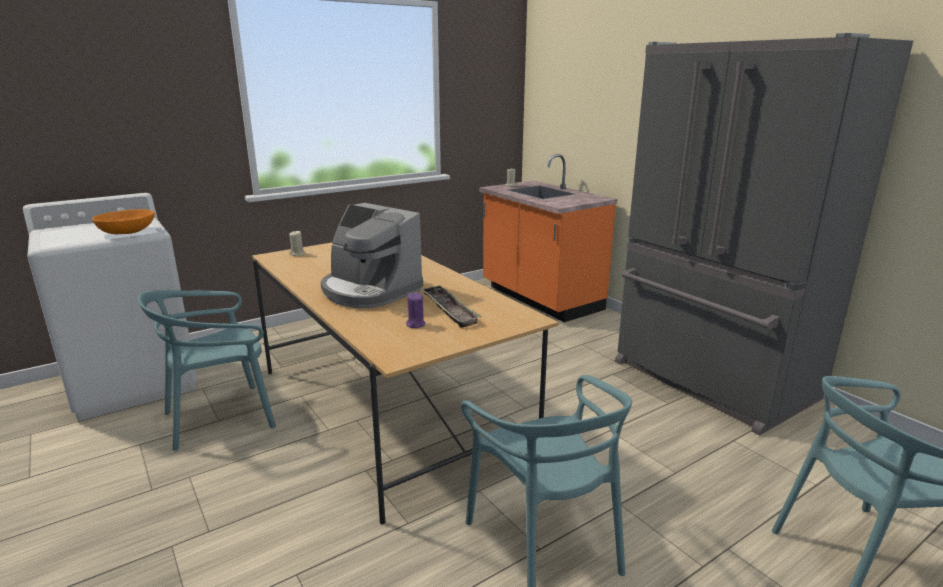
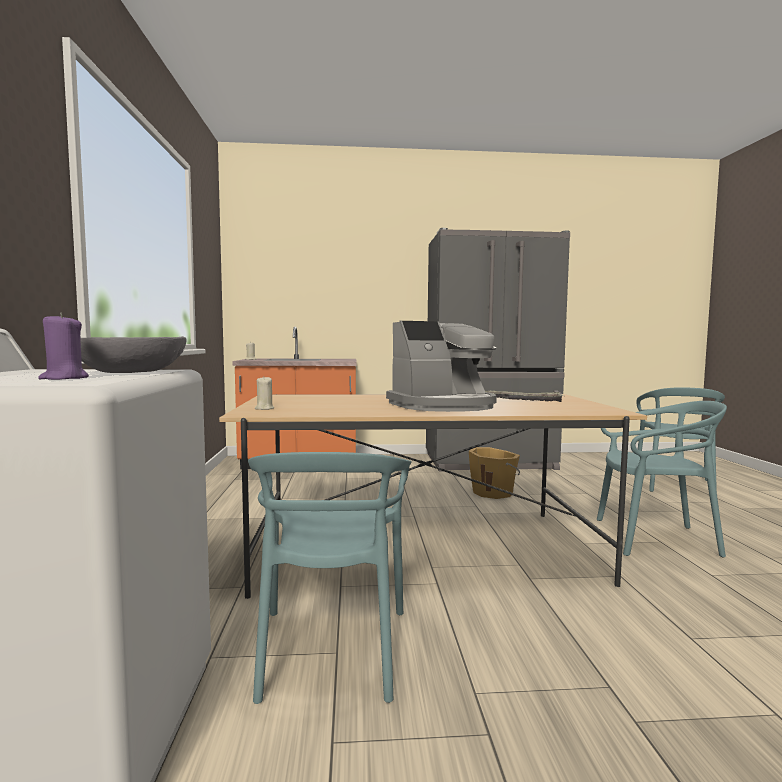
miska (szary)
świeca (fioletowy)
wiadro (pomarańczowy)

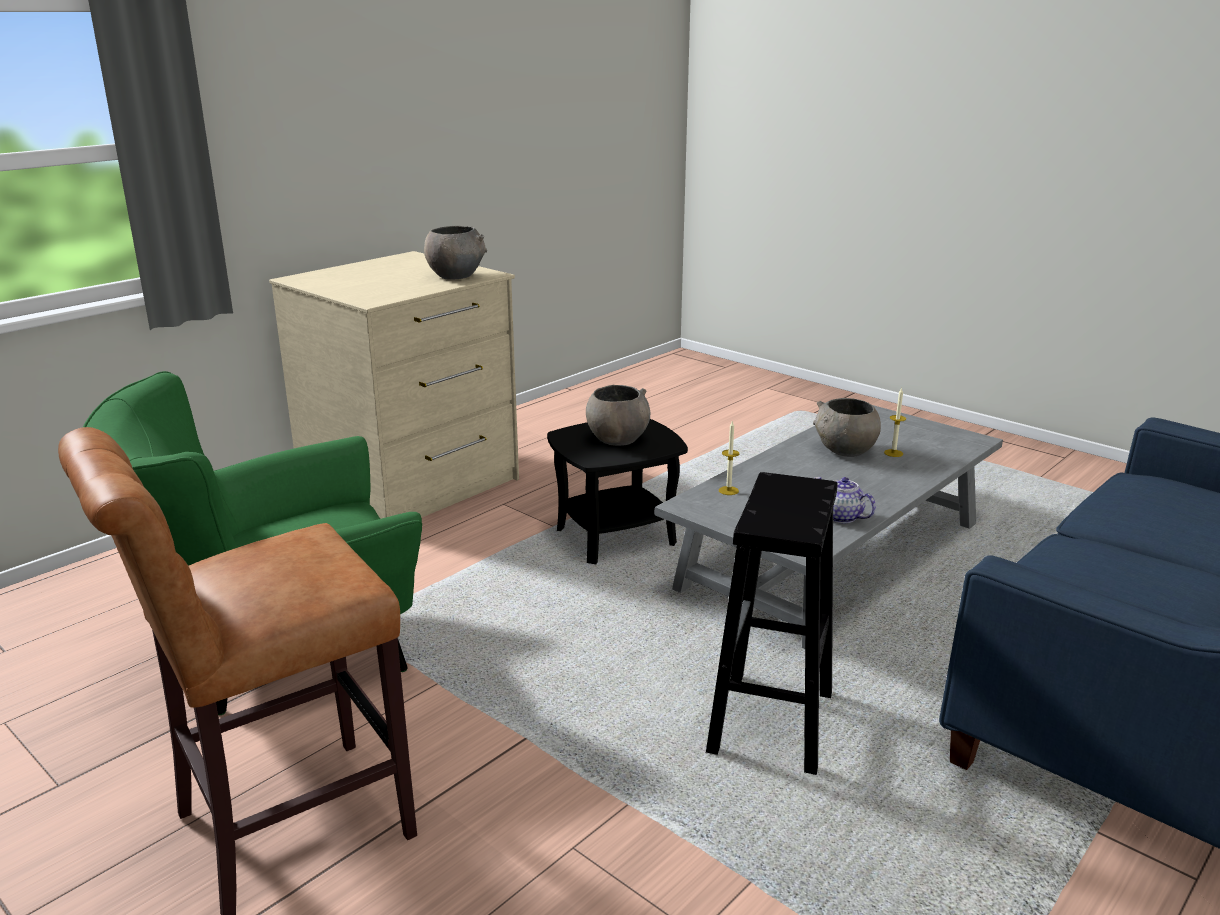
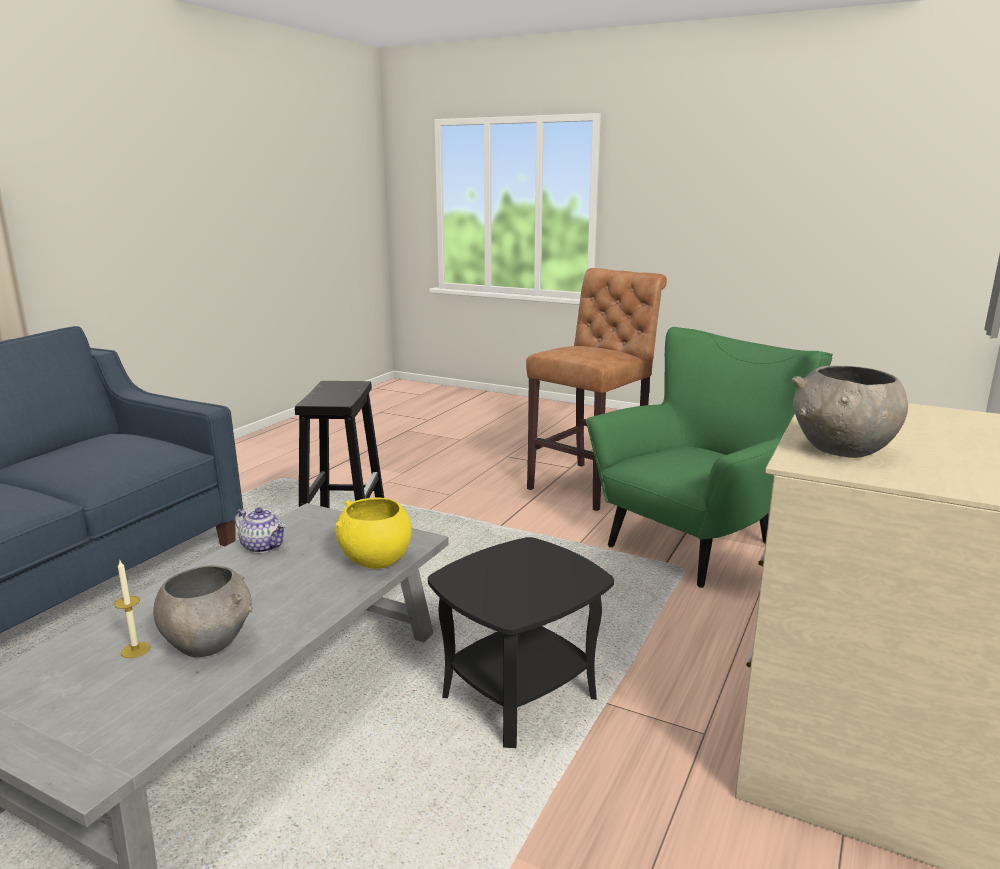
miska (szary) (no. 2 from left in the first image)
miska (żółty)

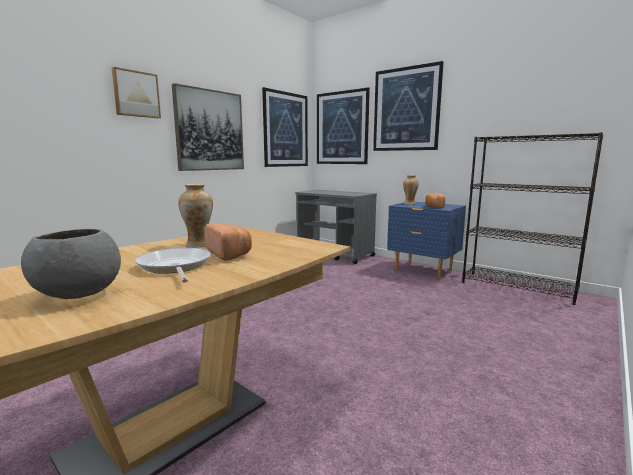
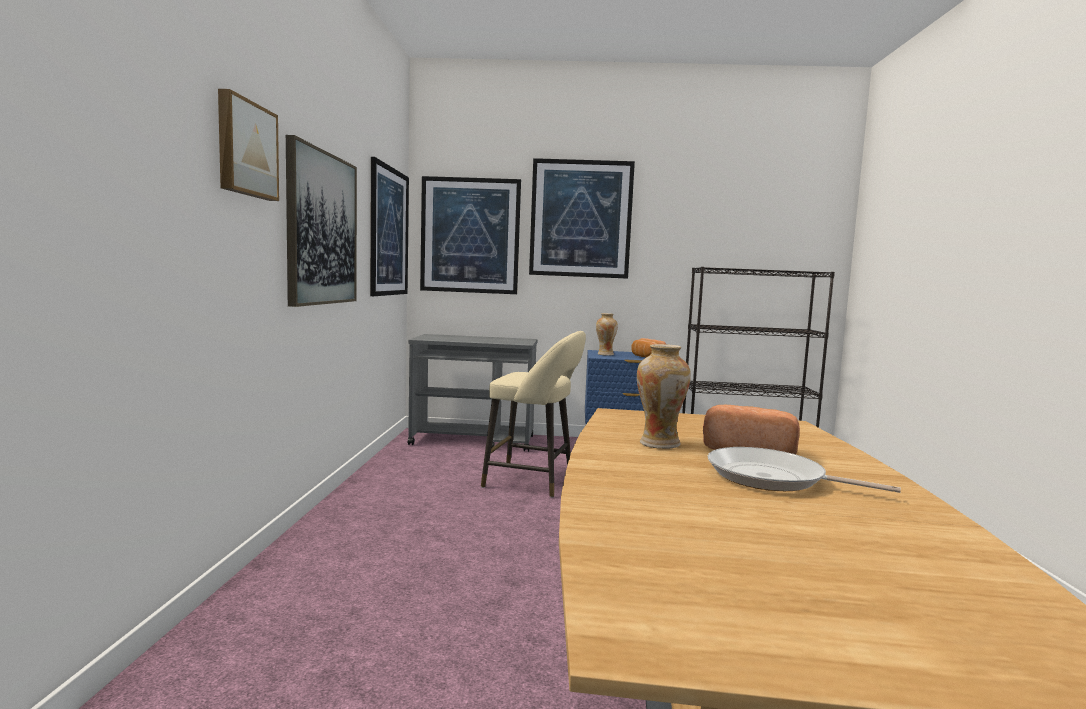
miska (szary)
stołek (beżowy)

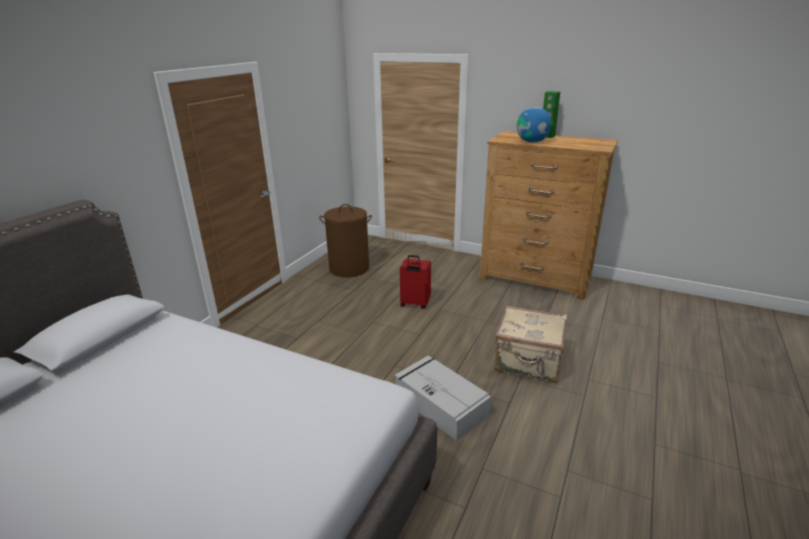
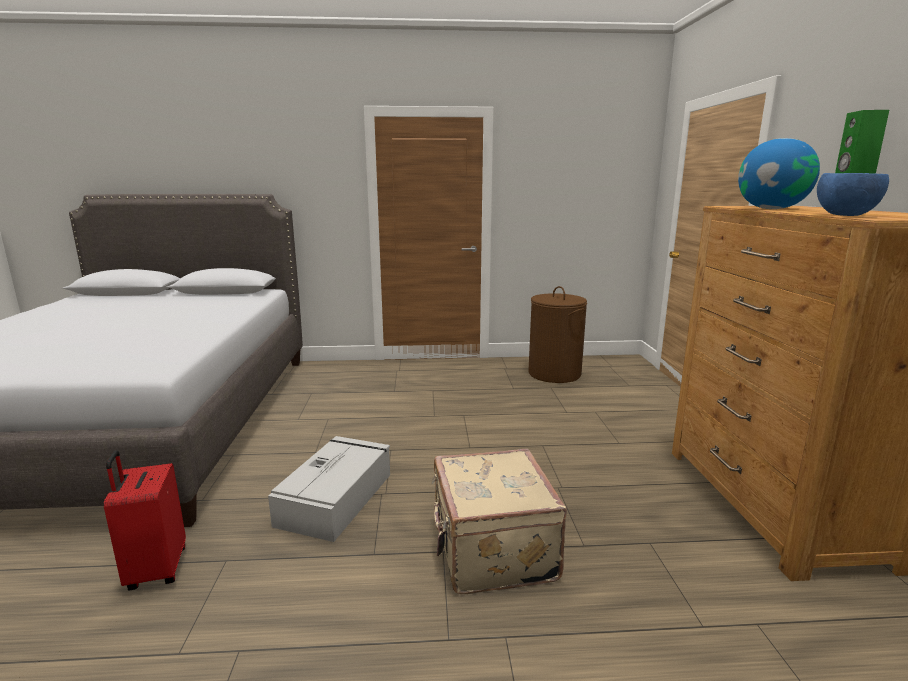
walizka (czerwony)
miska (niebieski)

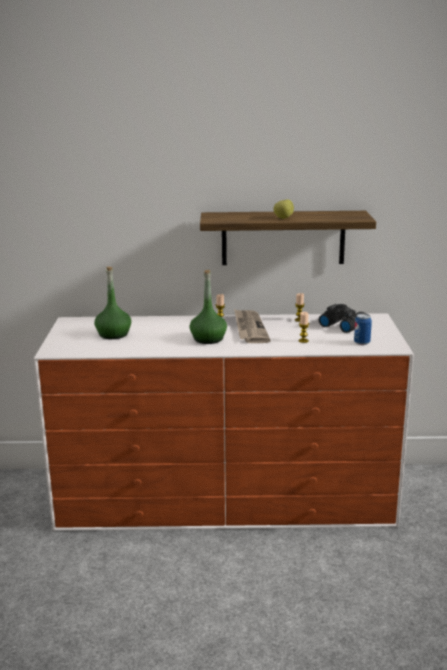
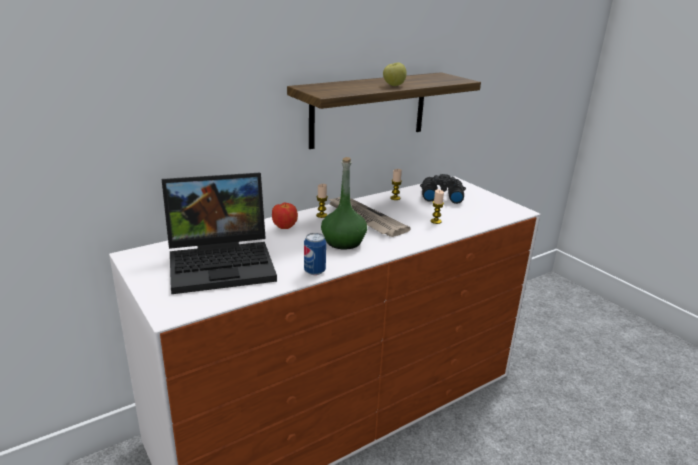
laptop
puszka
jabłko (no. 1 from left)

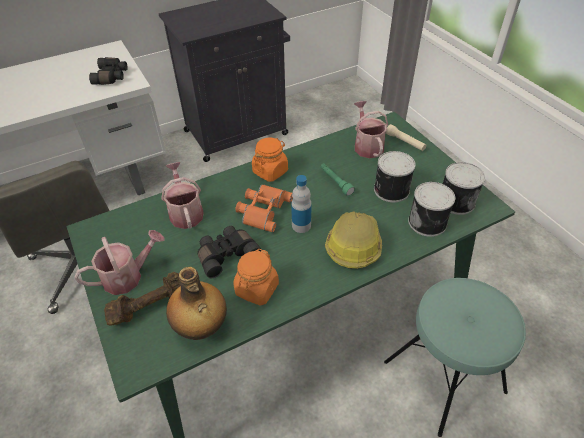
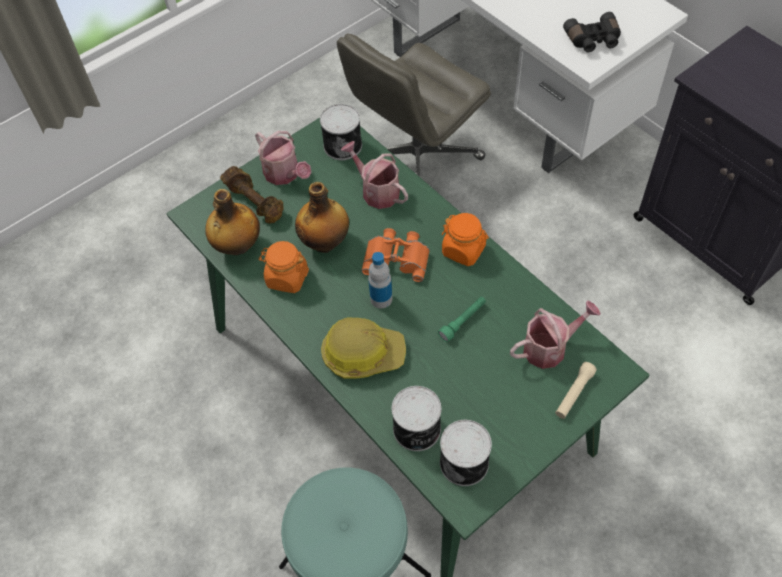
konewka (no. 2 from left)
butelka (no. 2 from left)
puszka (no. 1 from left)

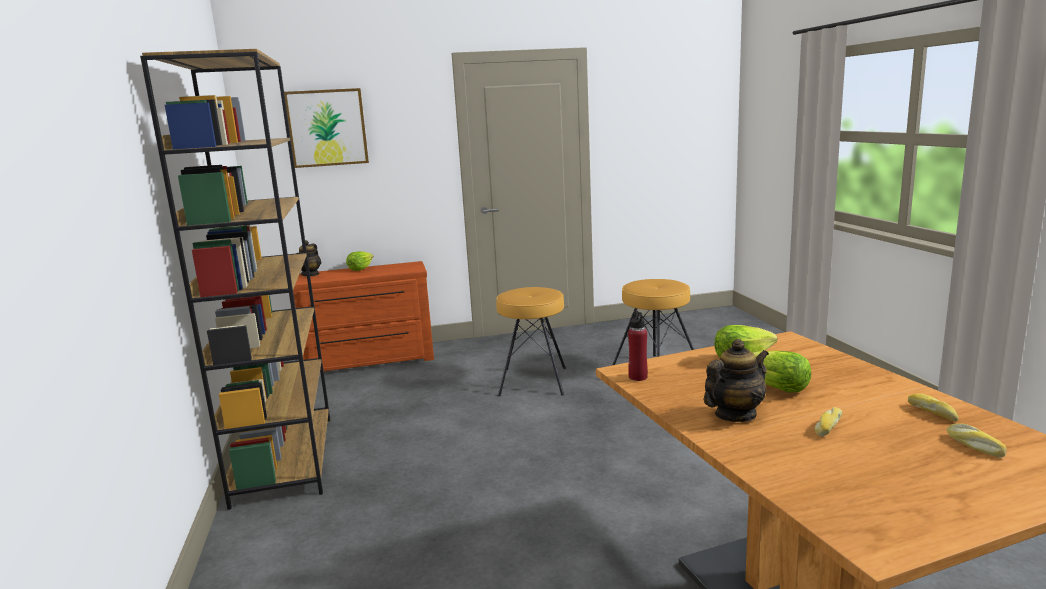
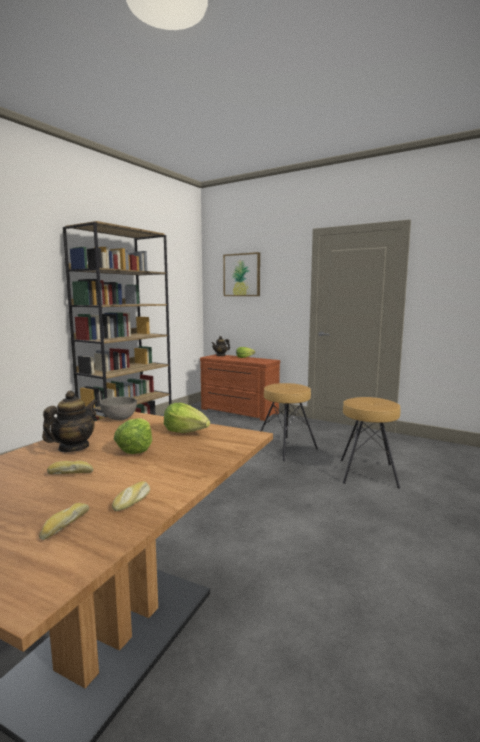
miska (szary)
imbryk (no. 1 from left)

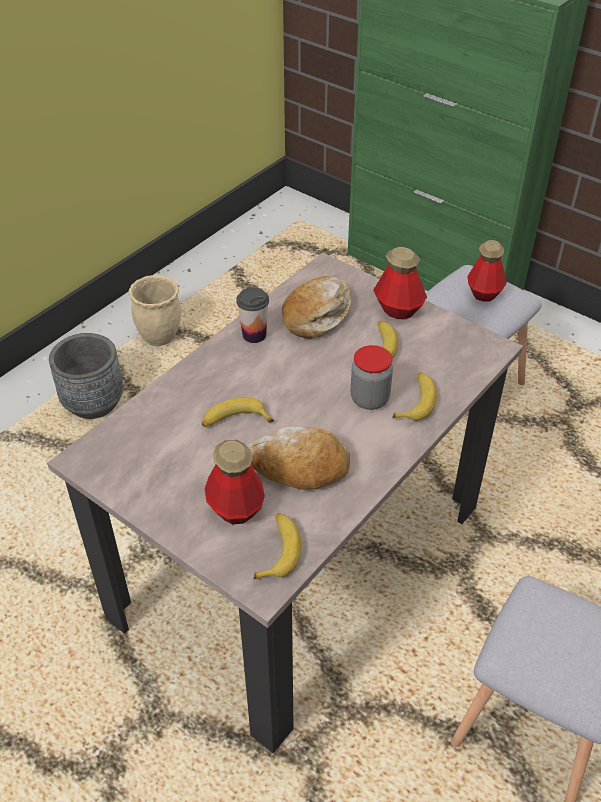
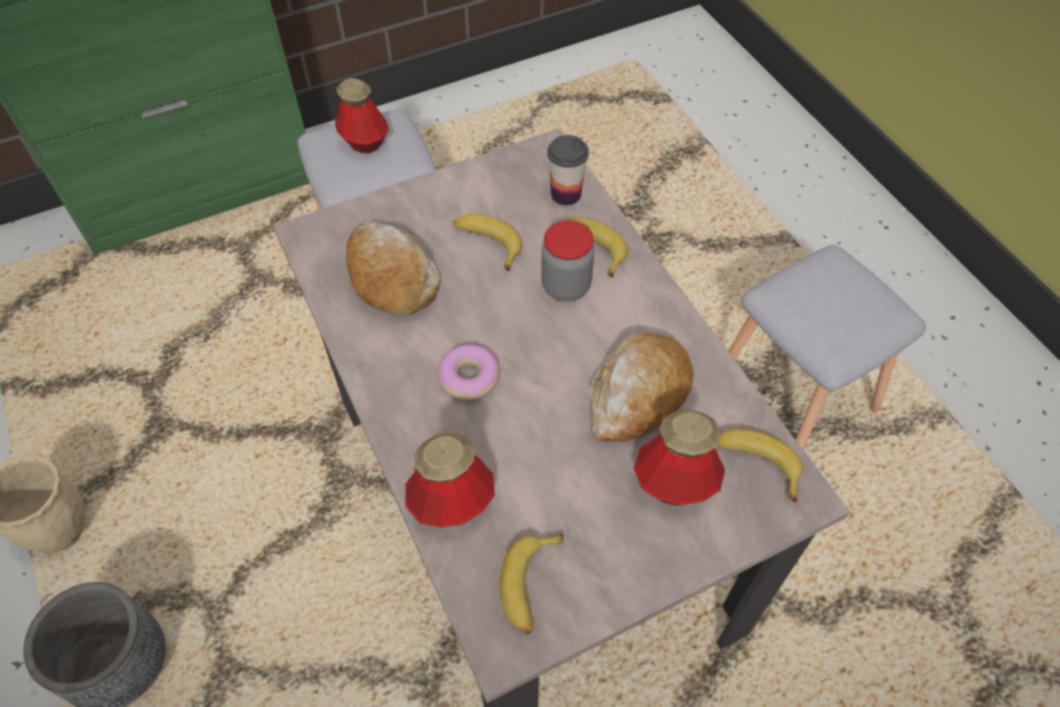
banan (no. 2 from left)
filiżanka
butelka (no. 2 from left)
donut

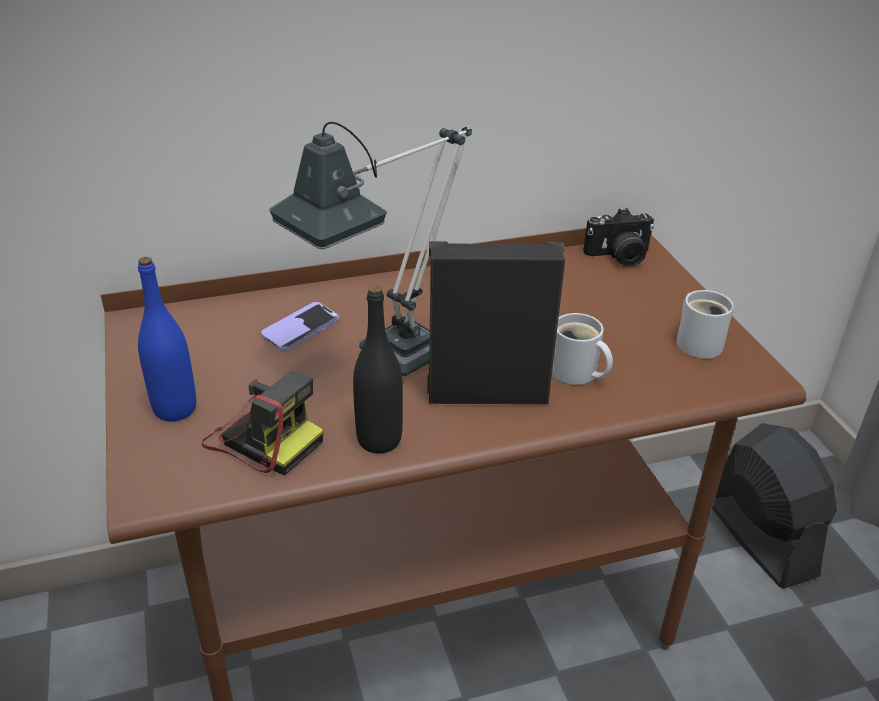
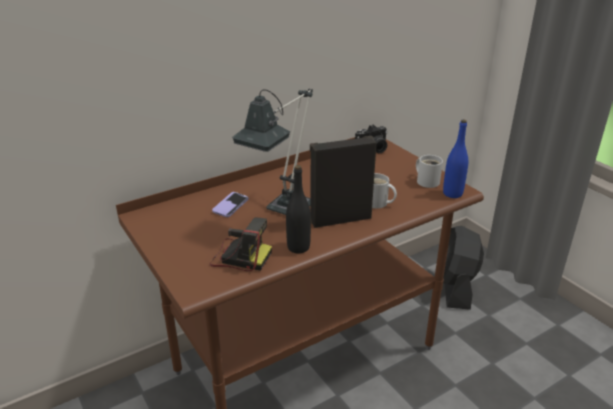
butelka (niebieski)
wentylator (czarny)

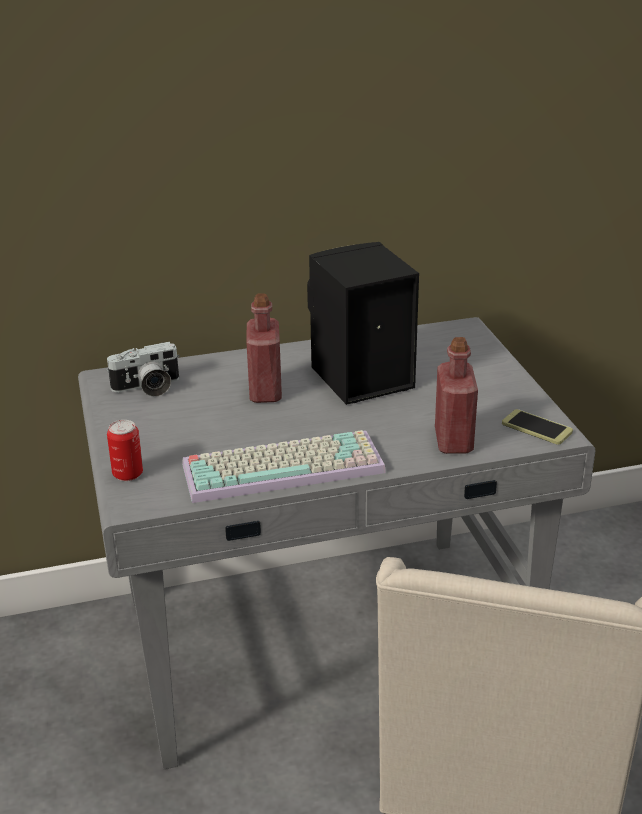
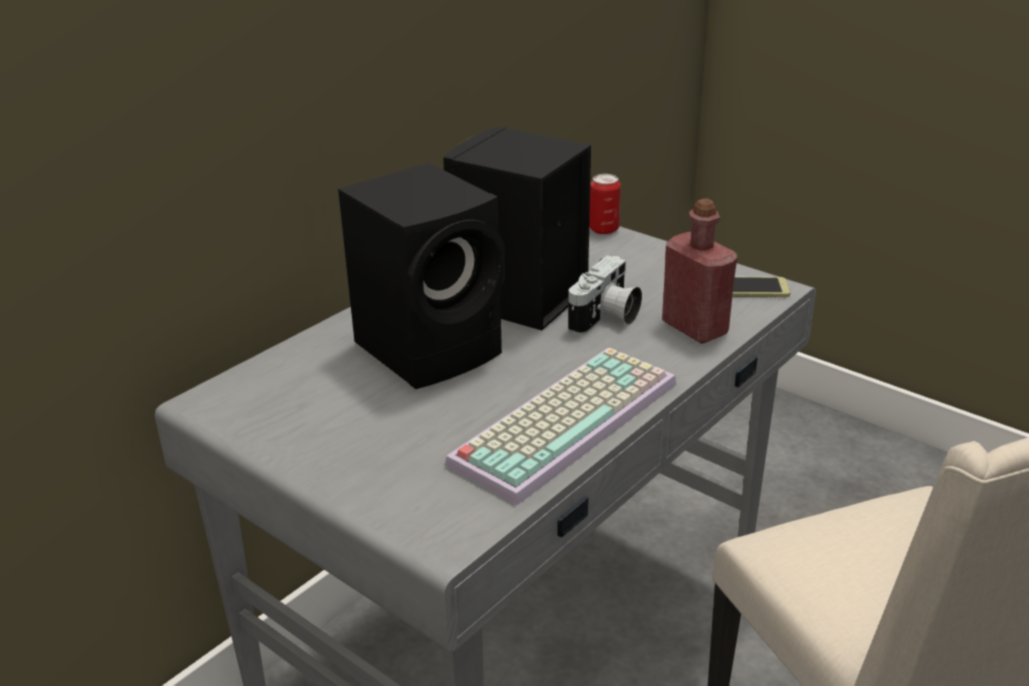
aparat fotograficzny
puszka
głośnik (czarny) (no. 1 from left)

